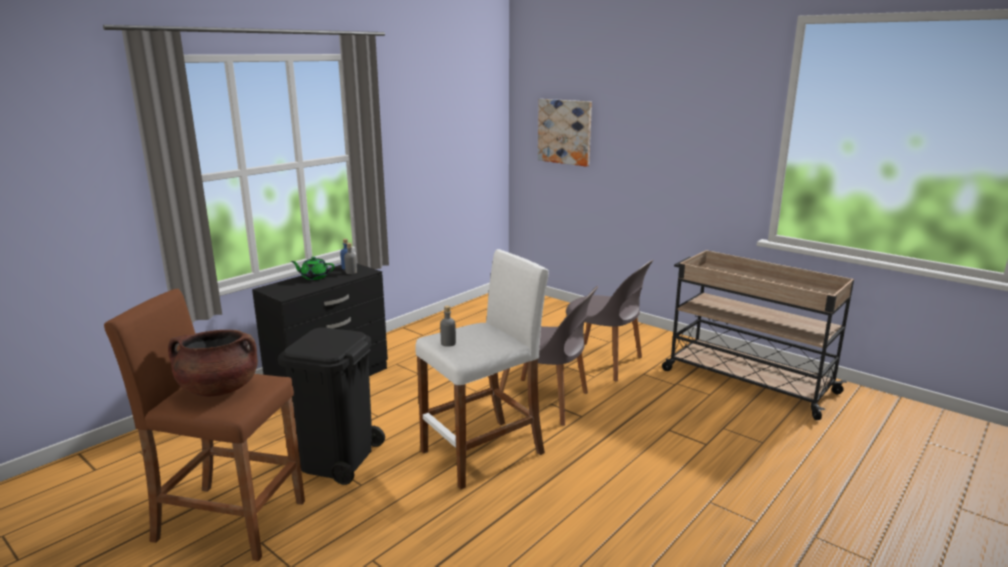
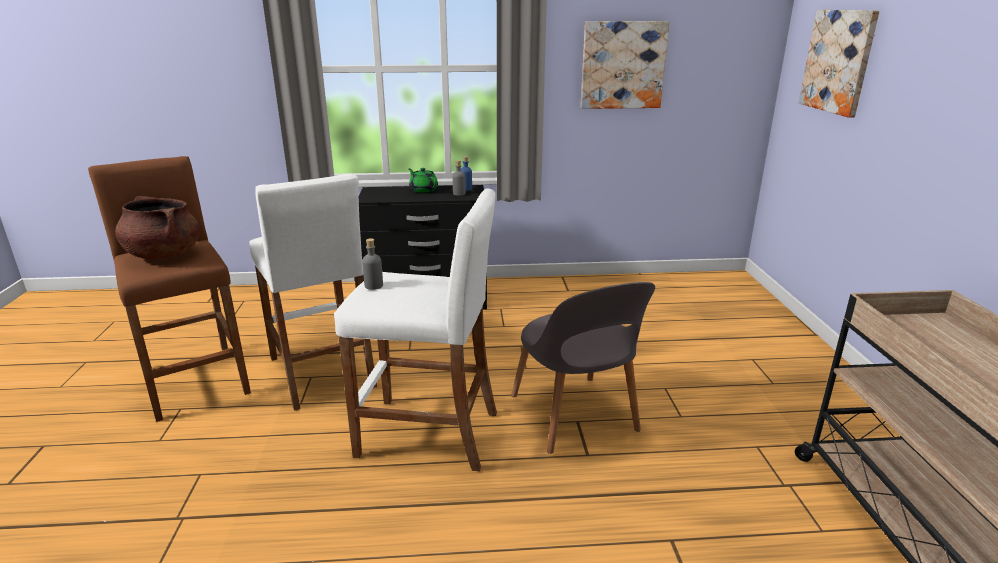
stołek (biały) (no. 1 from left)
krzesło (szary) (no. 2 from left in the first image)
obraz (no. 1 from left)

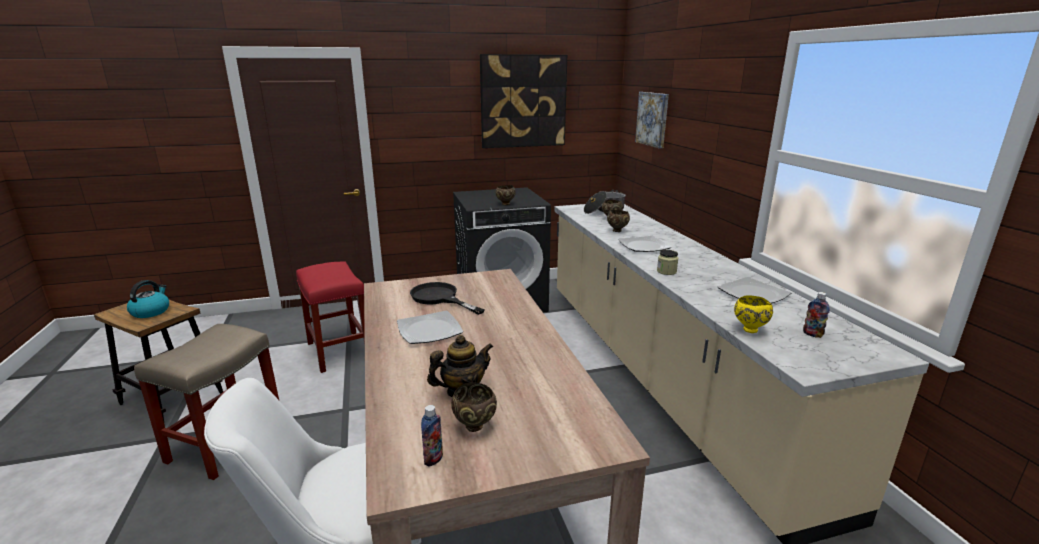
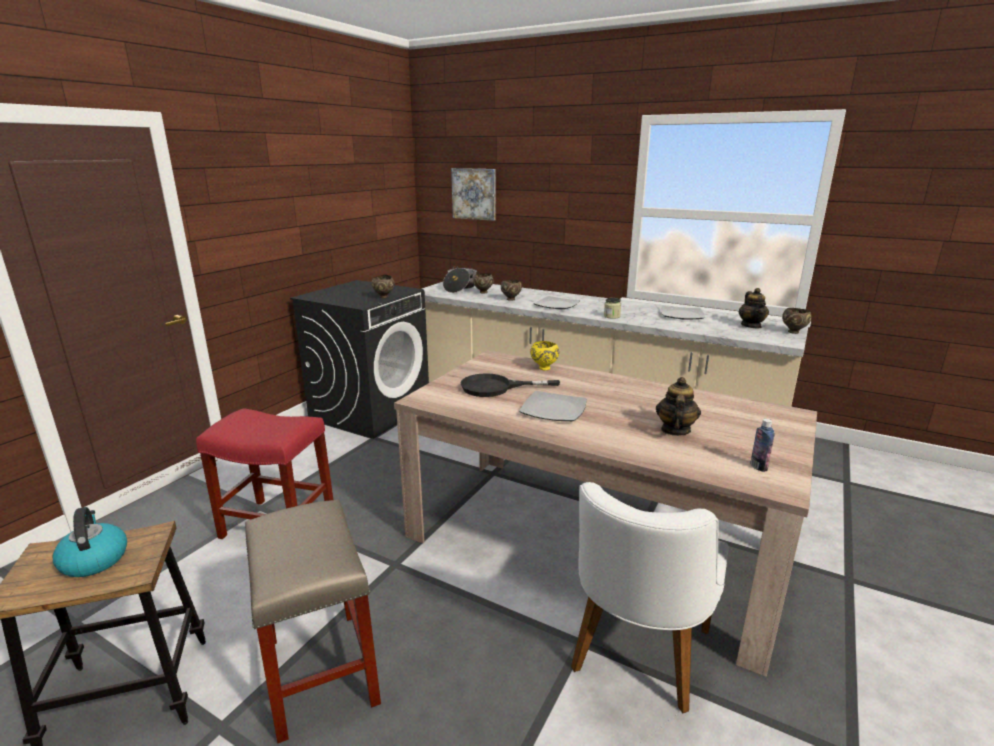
miska (brązowy) (no. 4 from left)
obraz (no. 1 from left in the first image)
miska (żółty)
imbryk (no. 2 from left)

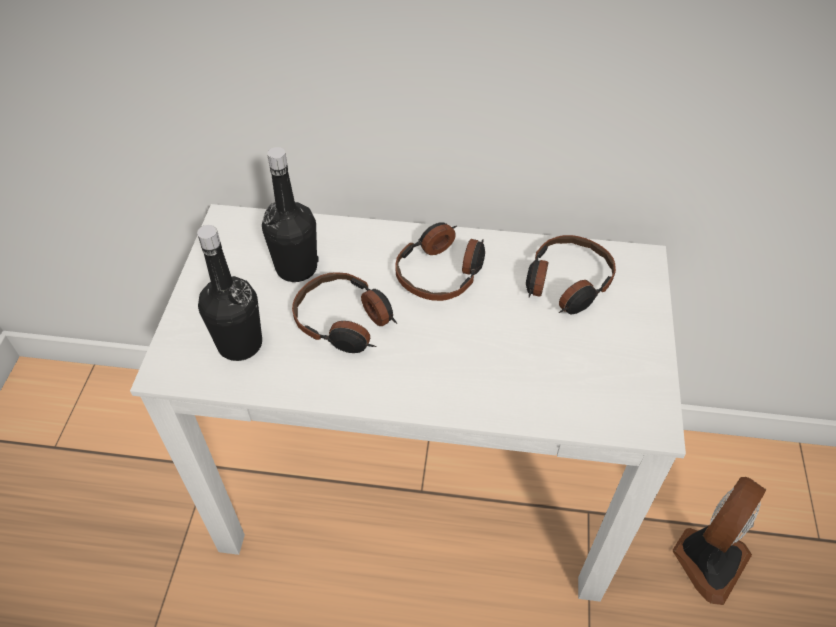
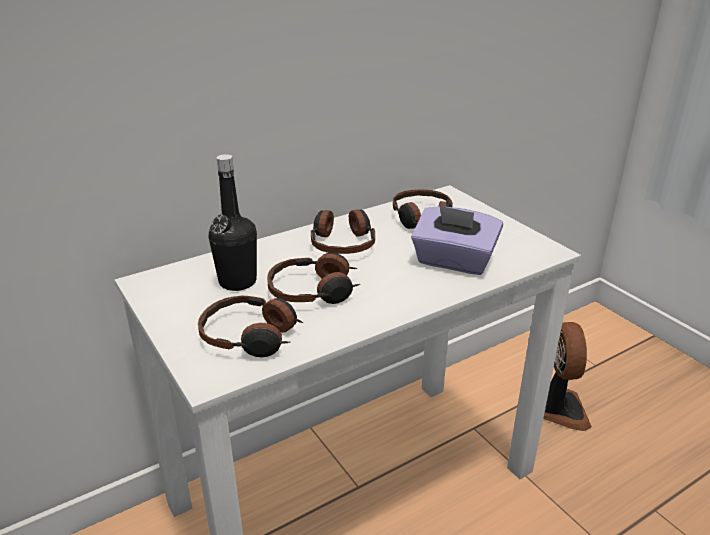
słuchawki (no. 1 from left)
pudełko chusteczek (fioletowy)

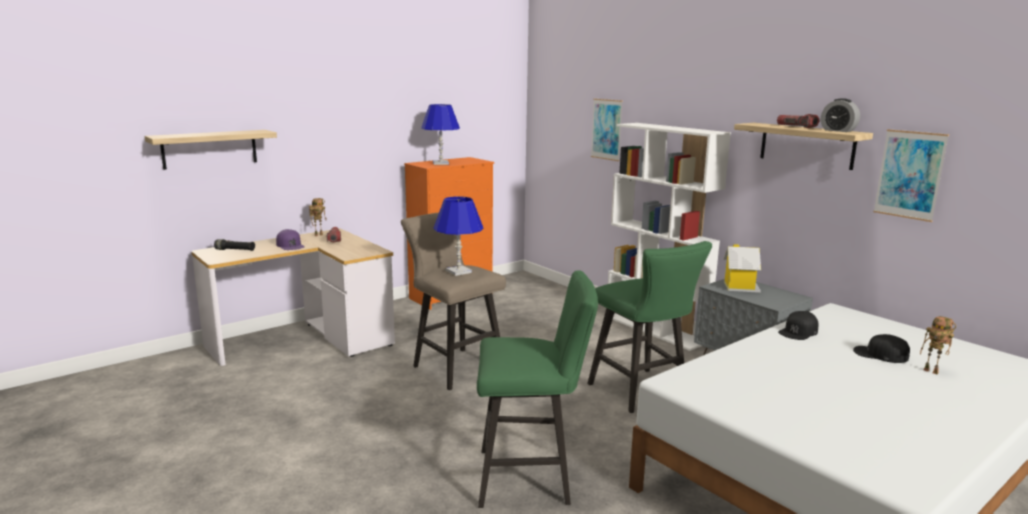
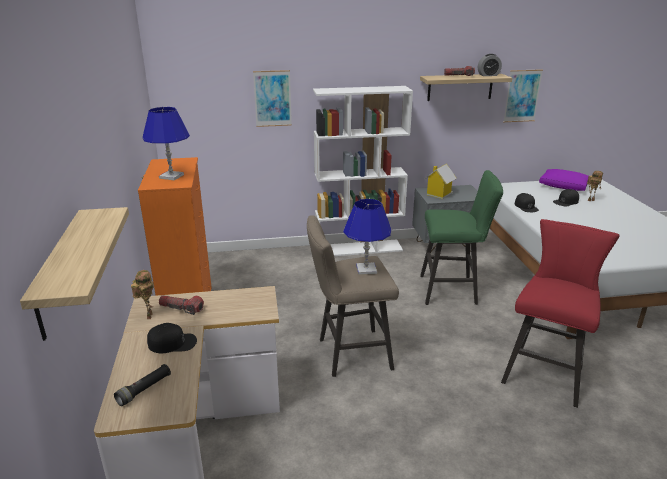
czapka z daszkiem (czarny) (no. 1 from left)
stołek (czerwony)
poduszka (fioletowy)

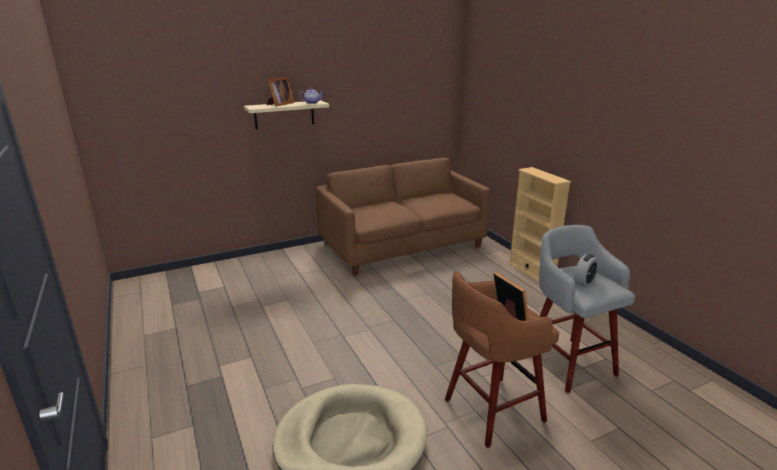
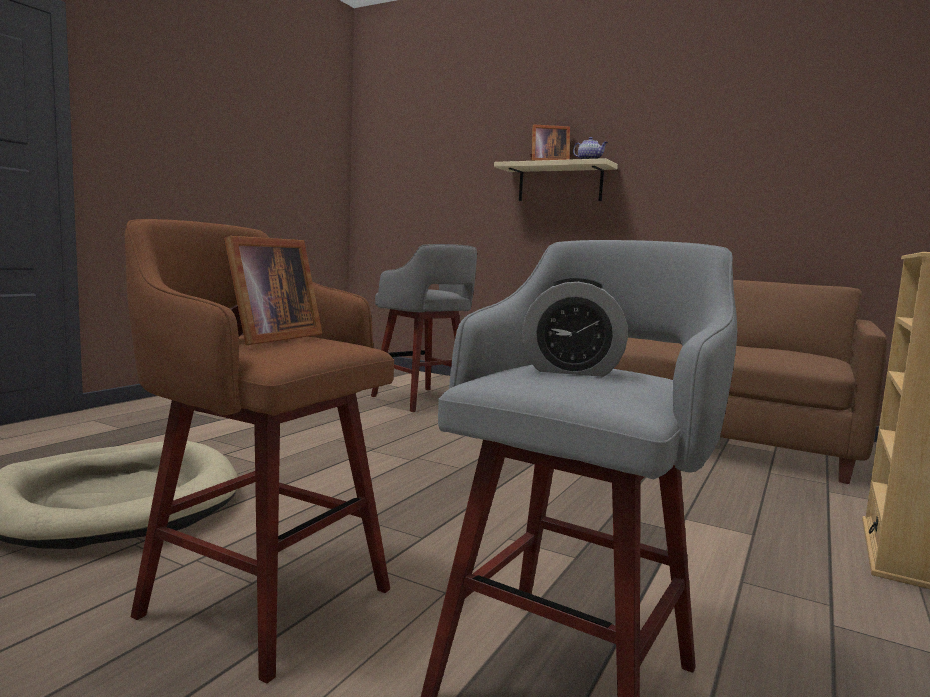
stołek (szary) (no. 1 from left)

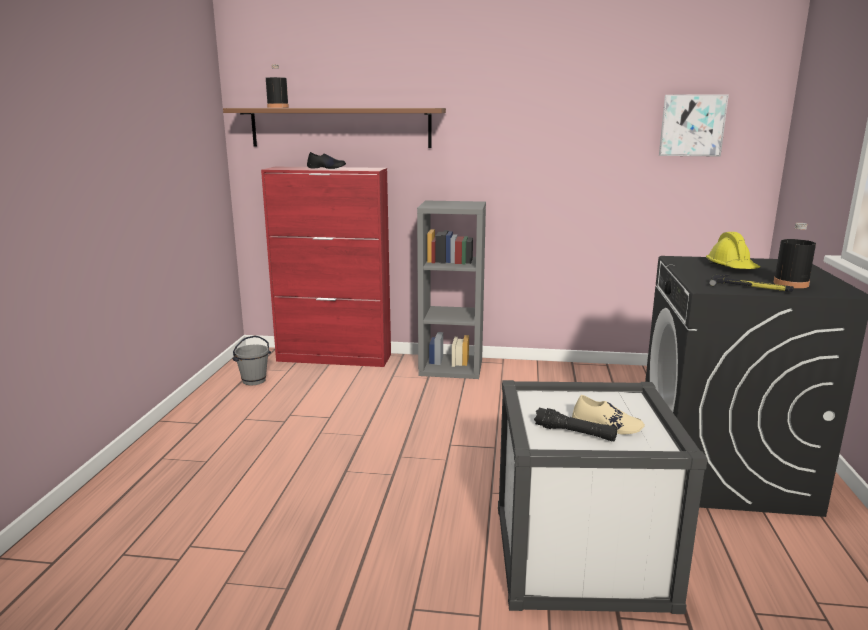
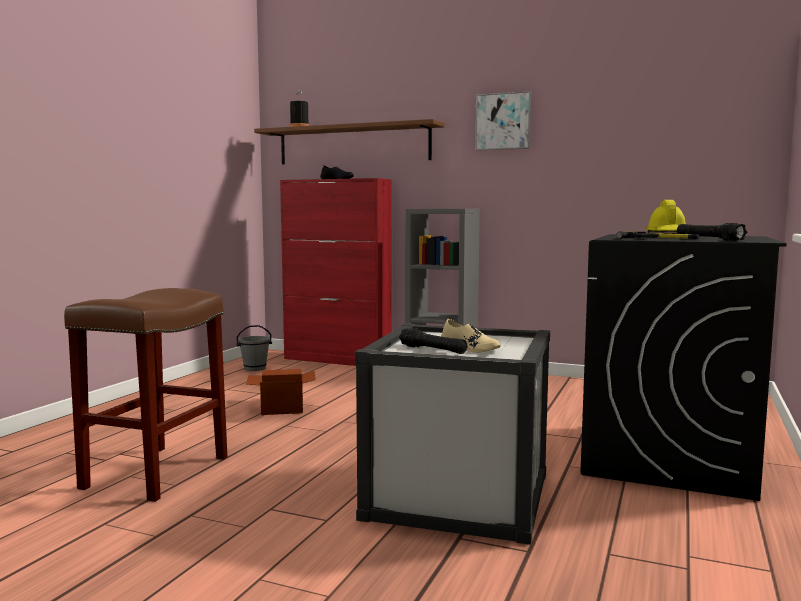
obraz
latarka (czarny) (no. 2 from left)
stołek (brązowy)
karton

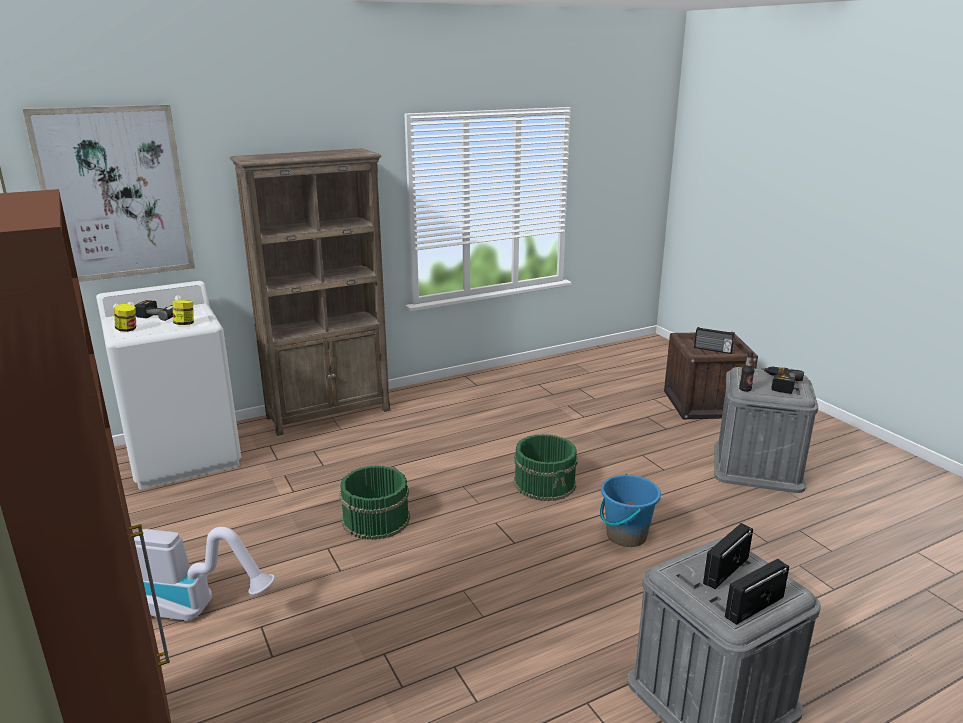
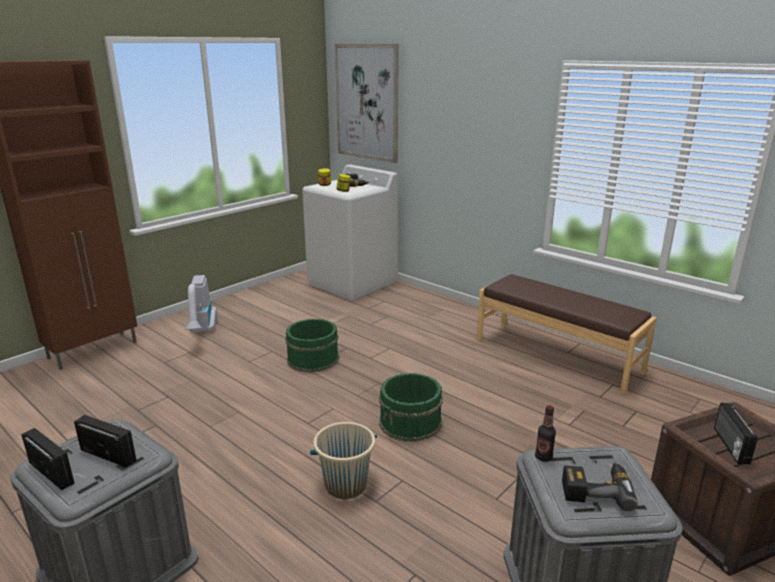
regał (brązowy)
wiadro (beżowy)
ławka (brązowy)

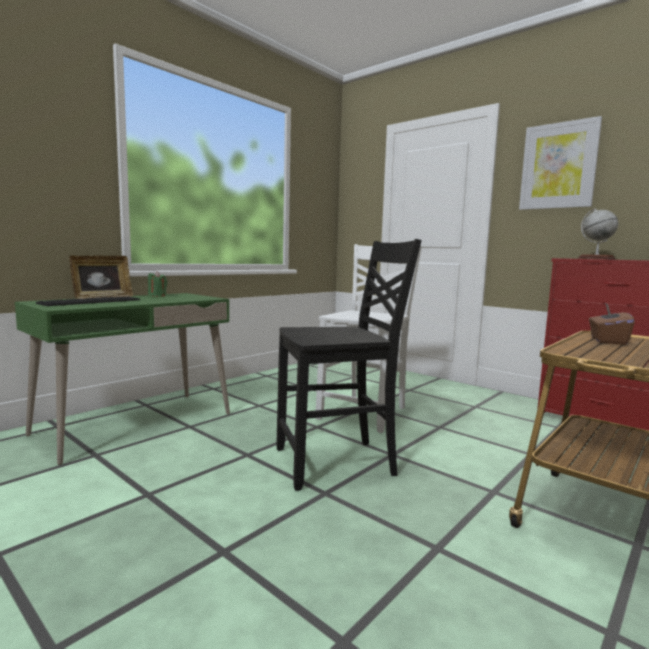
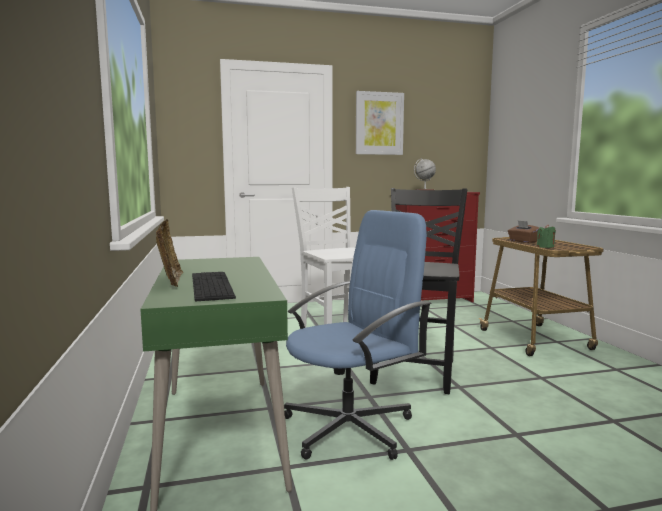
świeca (zielony)
krzesło biurowe (niebieski)

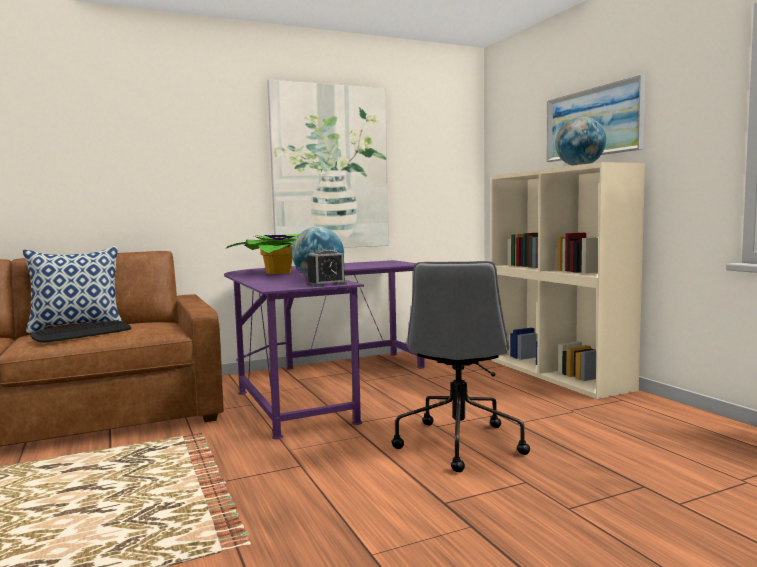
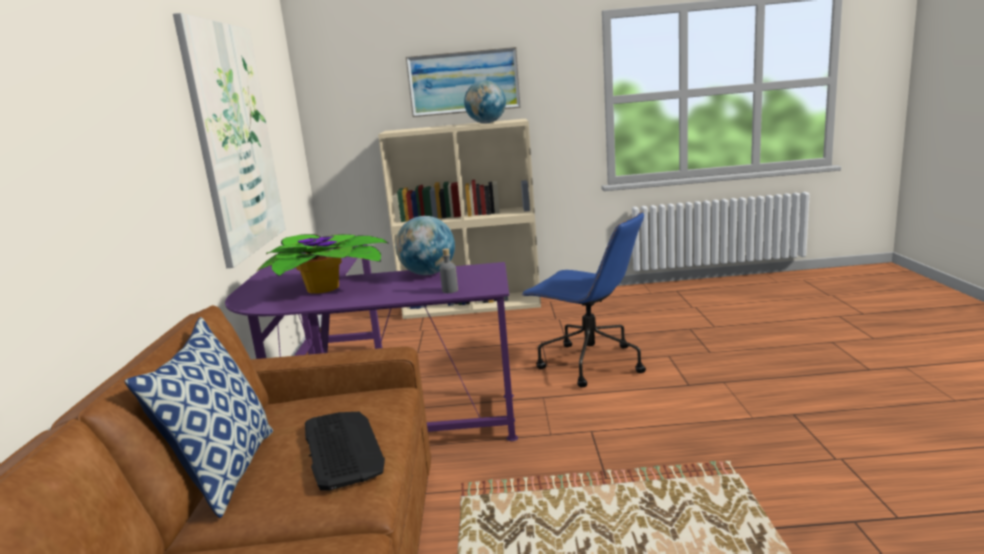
budzik
krzesło biurowe (niebieski)
butelka (szary)

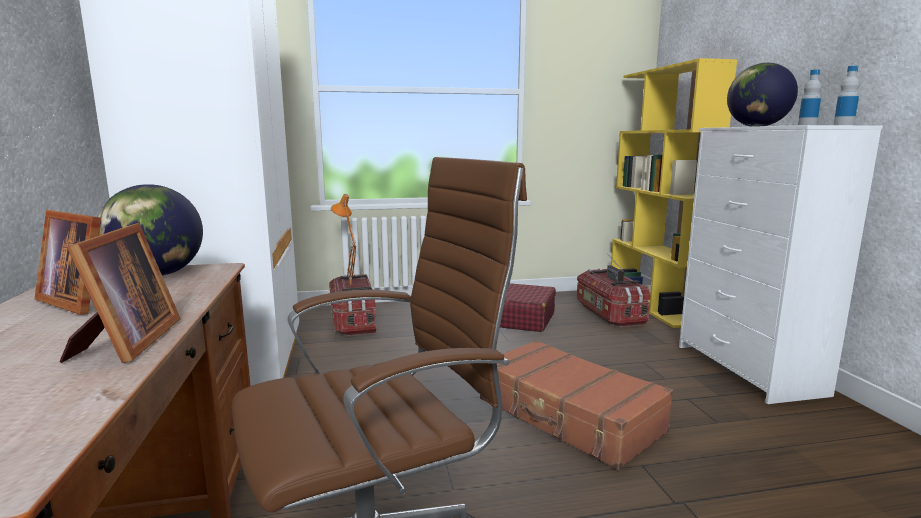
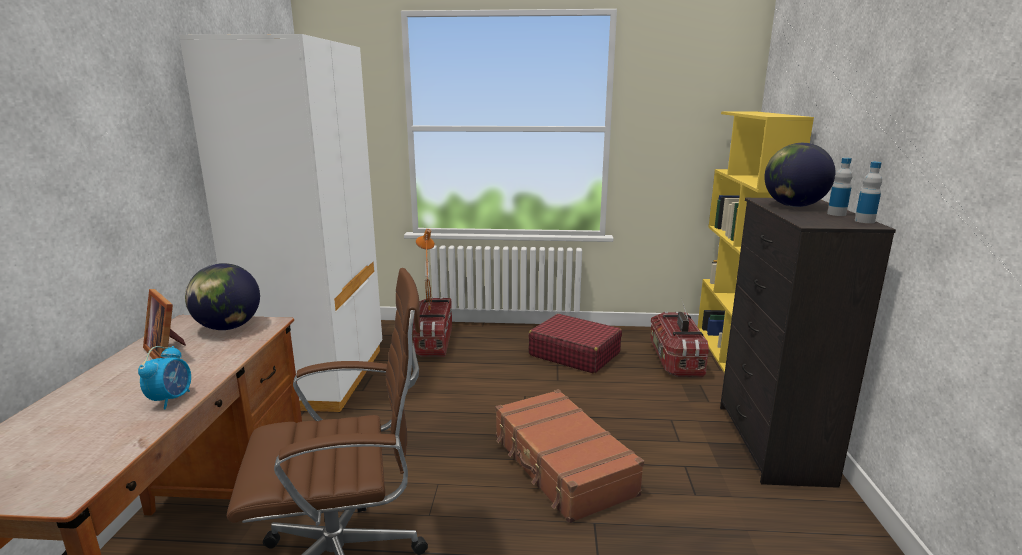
budzik
komoda (czarny)

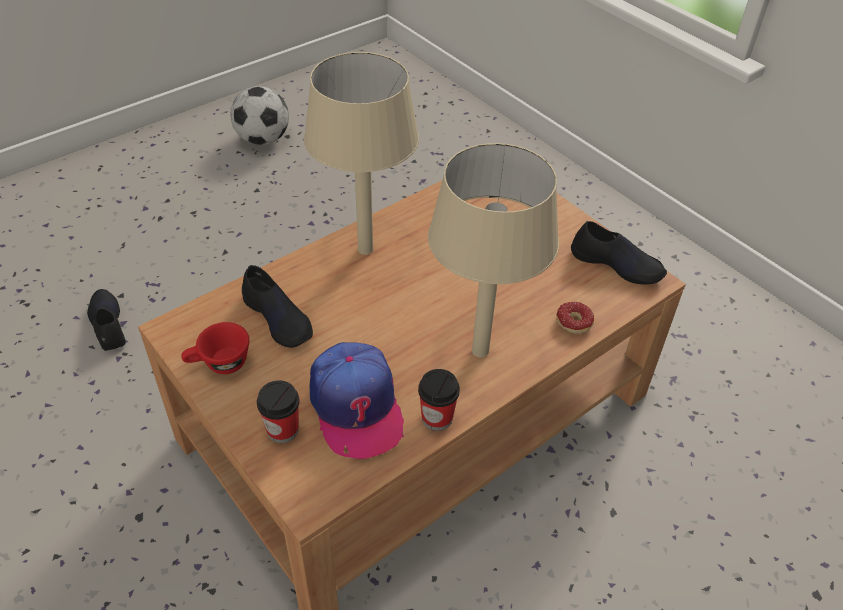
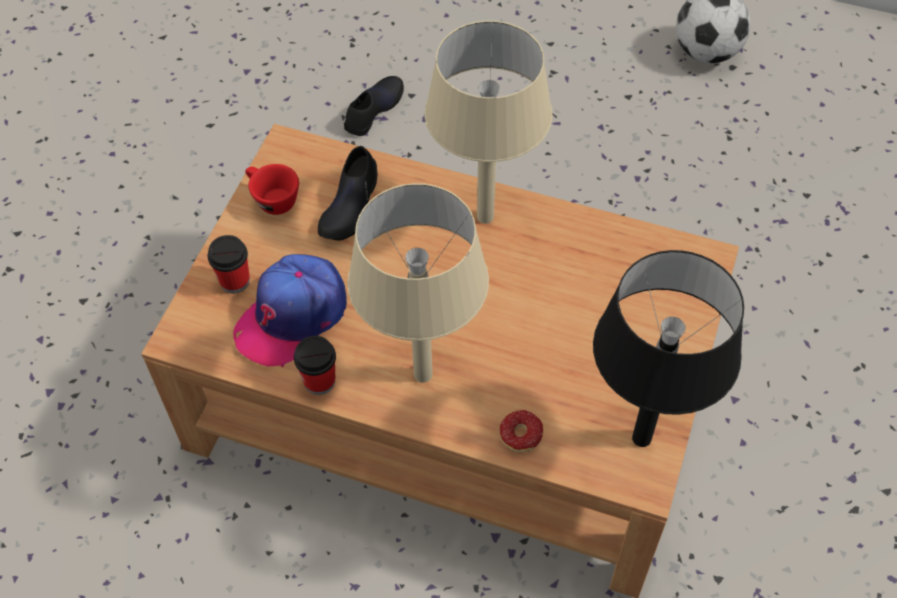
lampa stołowa (czarny)

